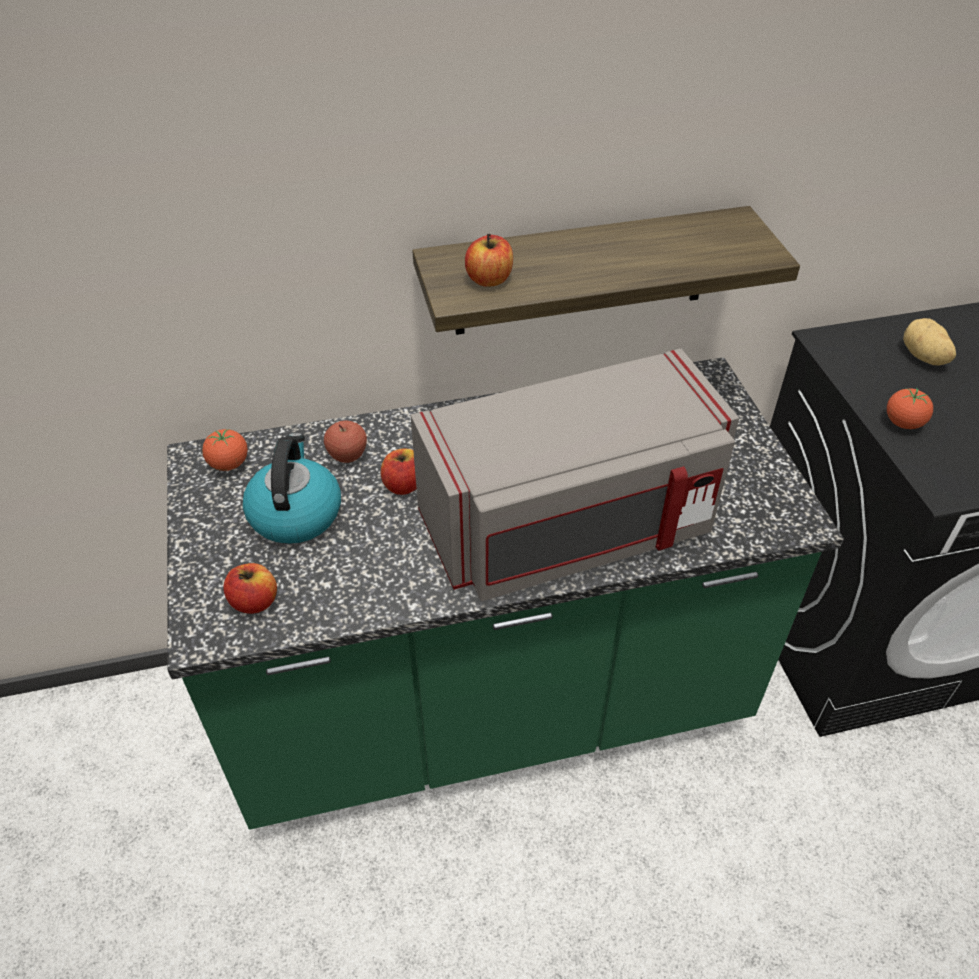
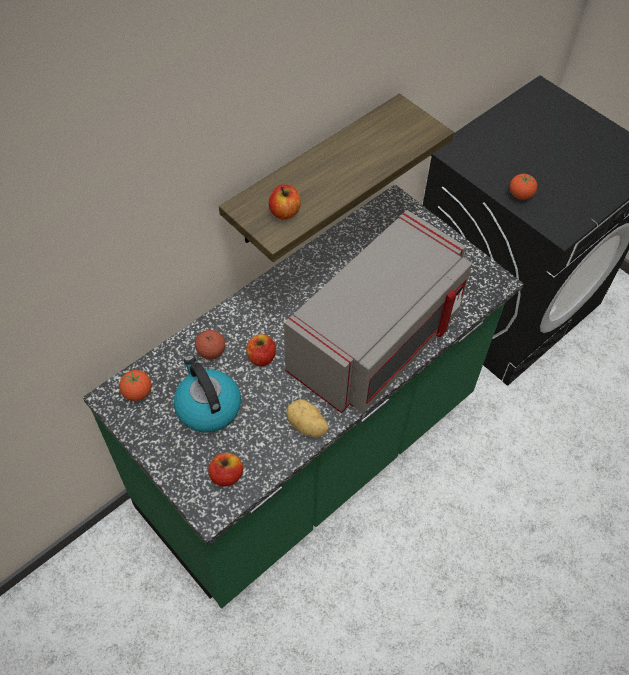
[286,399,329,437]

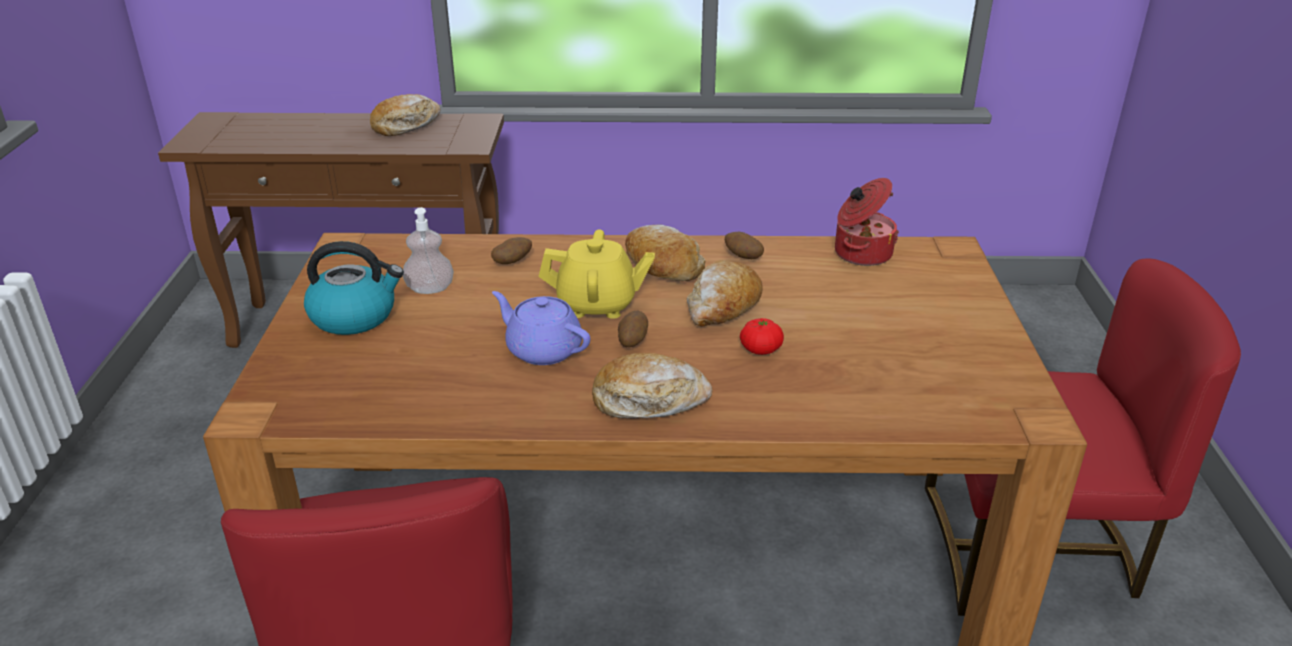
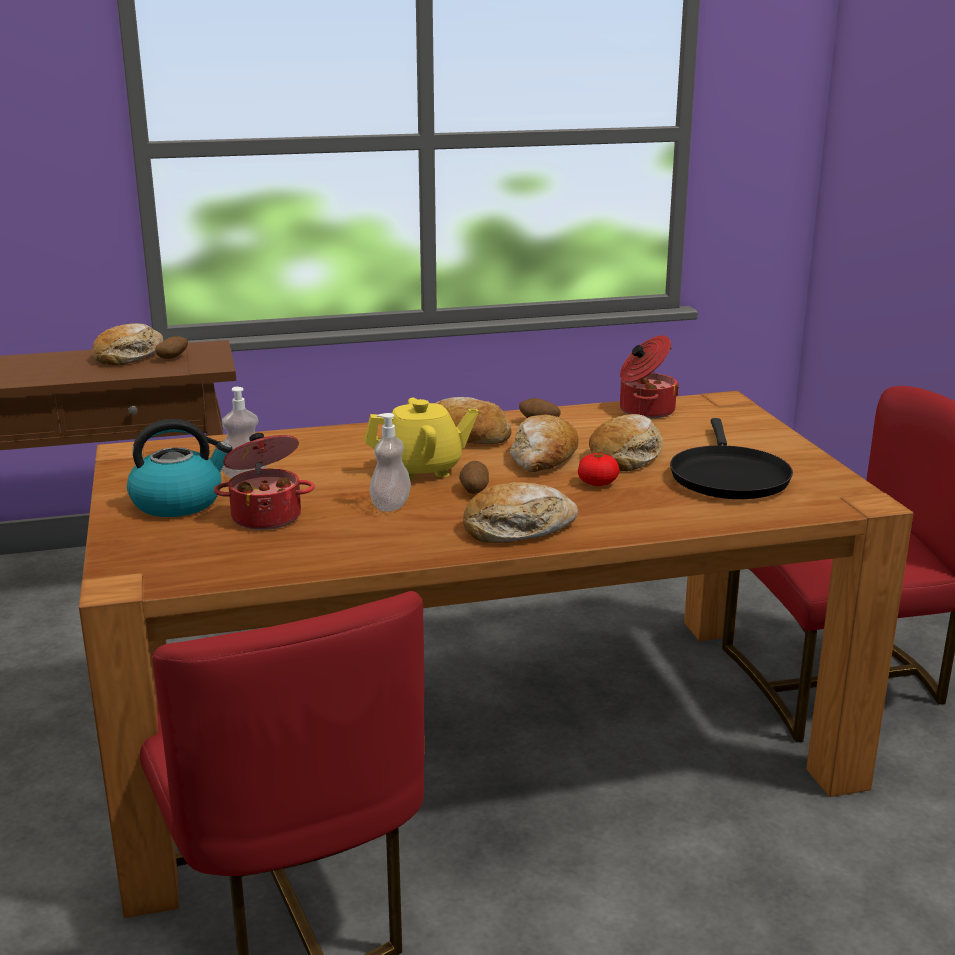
[155,336,188,359]
[369,413,411,511]
[589,414,663,471]
[670,418,793,499]
[214,433,315,530]

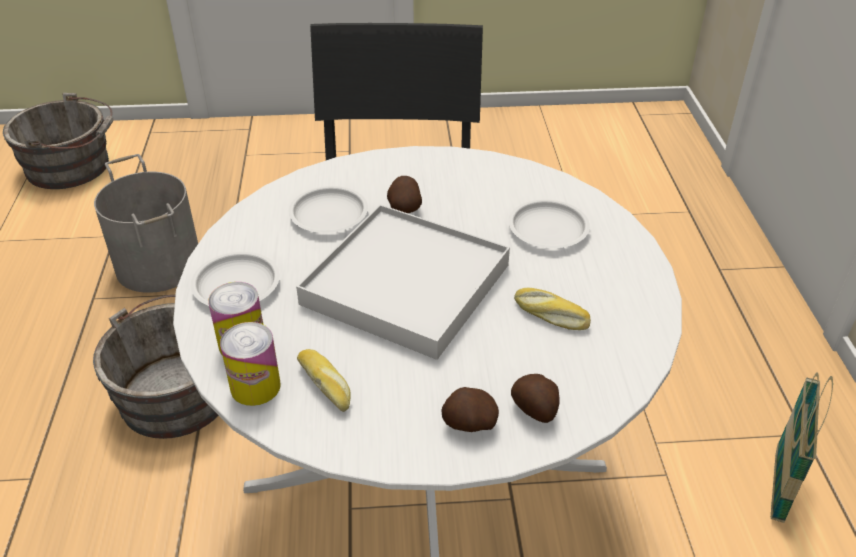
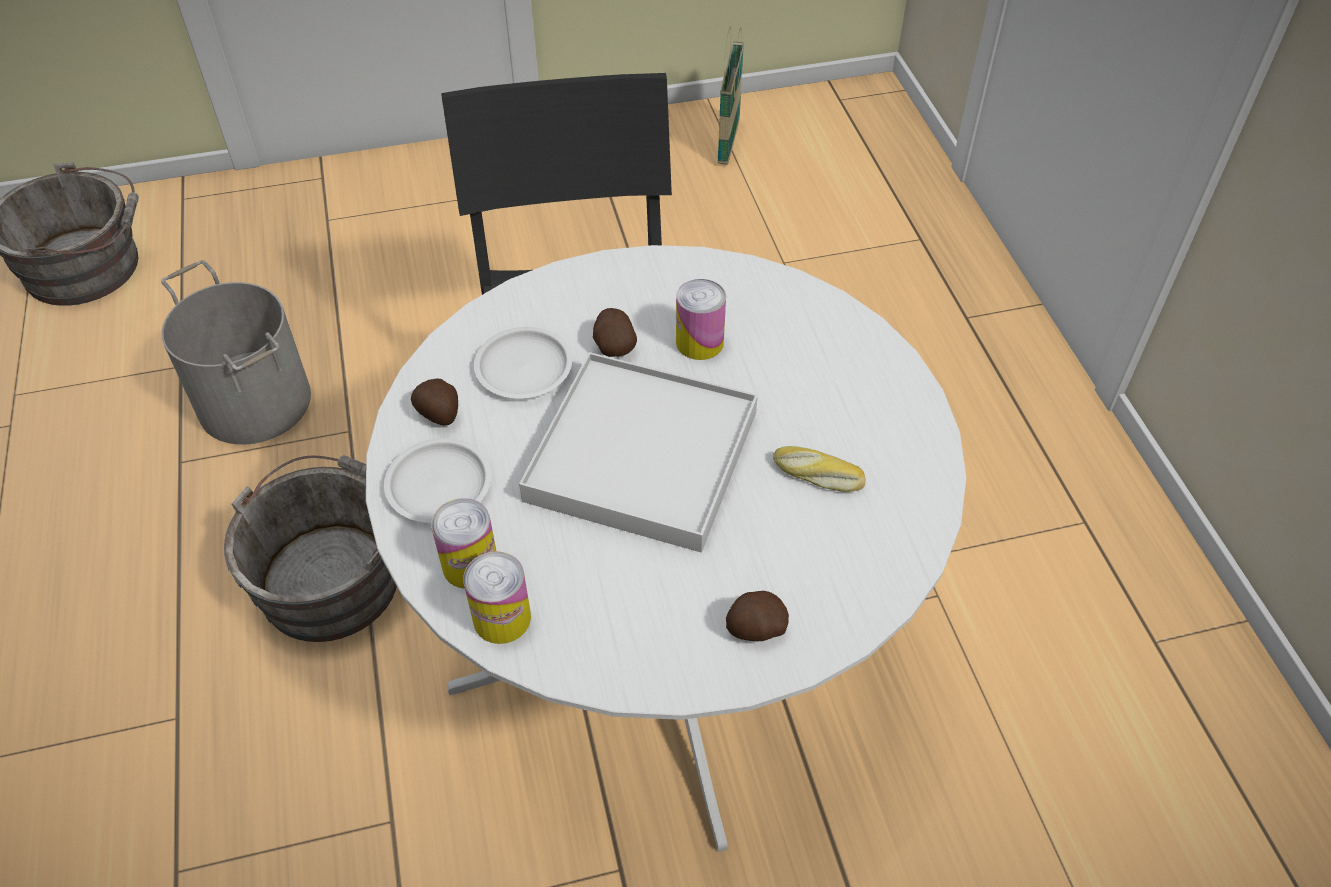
[508,200,590,248] (first image)
[297,349,351,412] (first image)
[717,26,744,165]
[411,379,458,425]
[676,279,726,360]

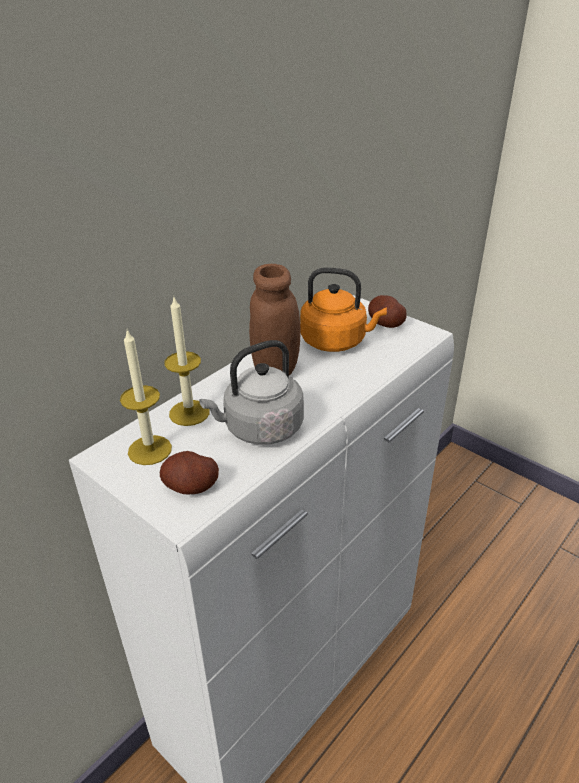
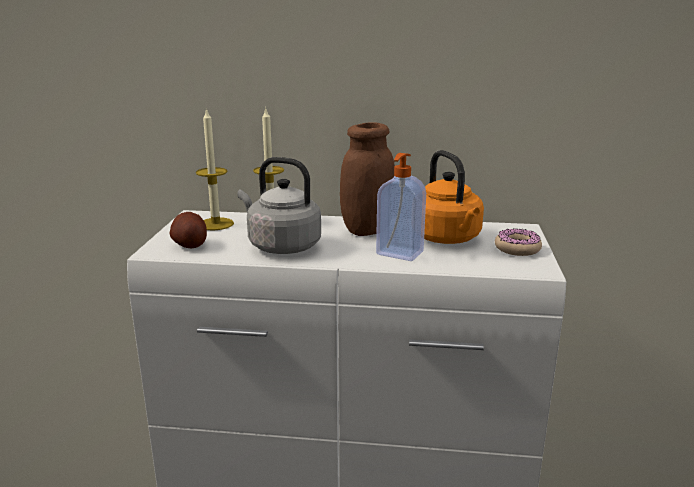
[495,228,542,256]
[376,153,426,261]

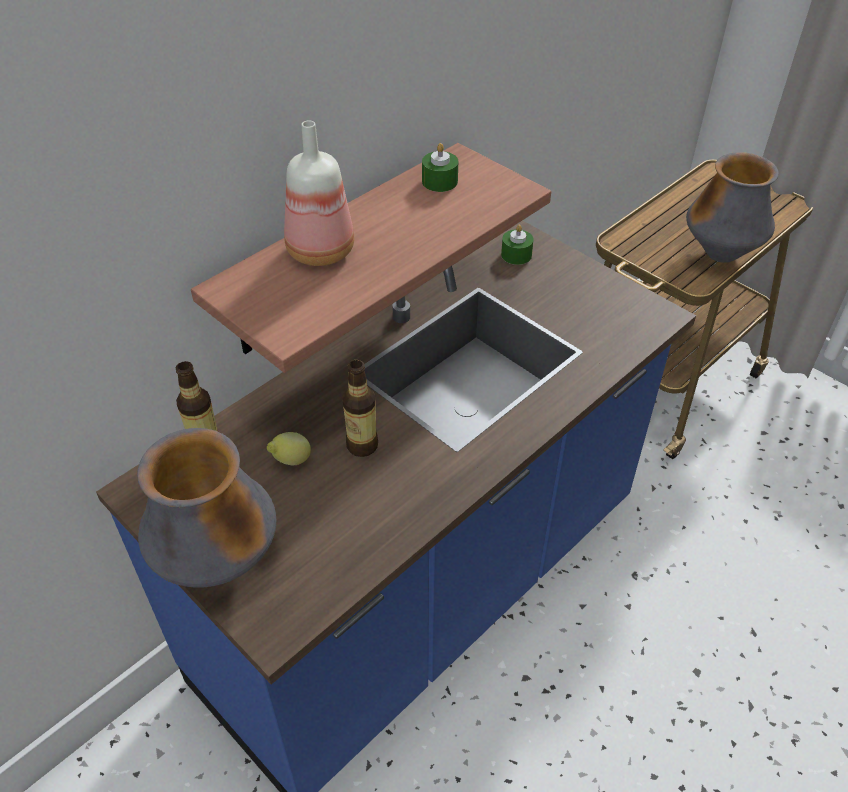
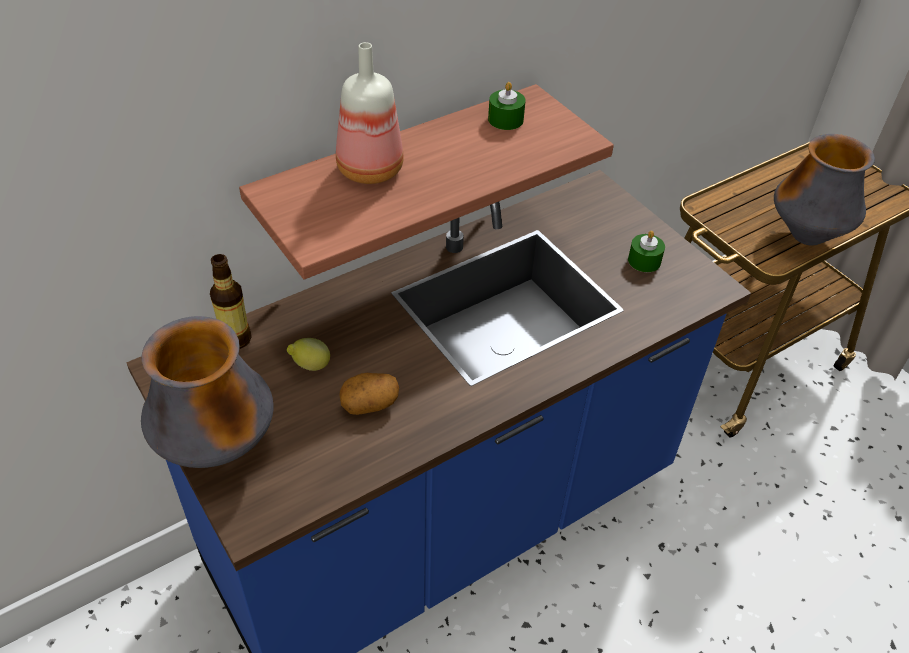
[628,231,665,272]
[342,360,378,457] (first image)
[339,373,399,415]

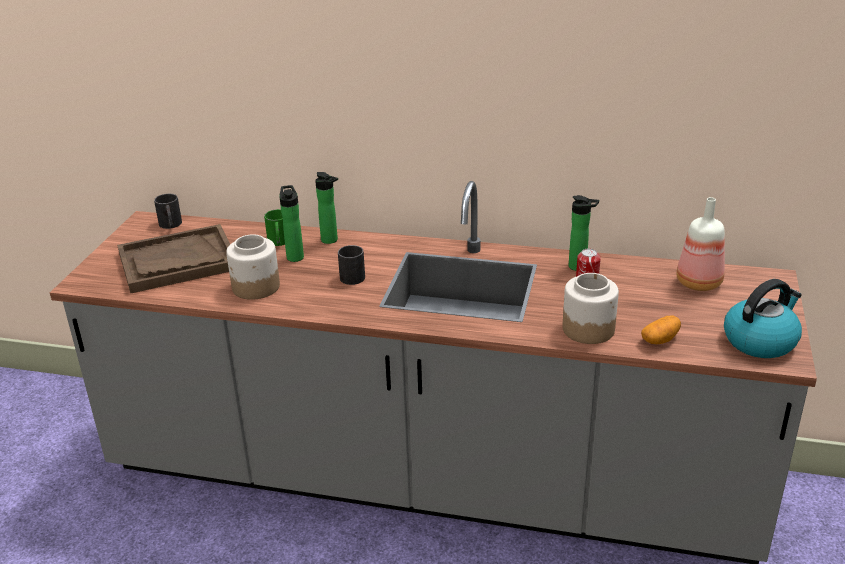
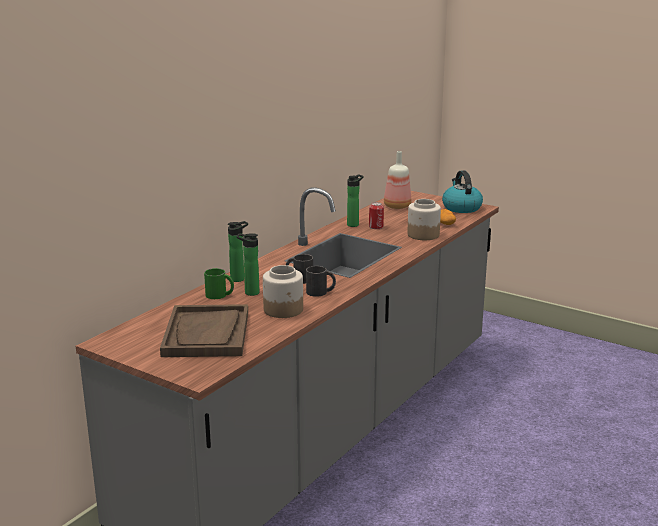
[306,266,336,297]

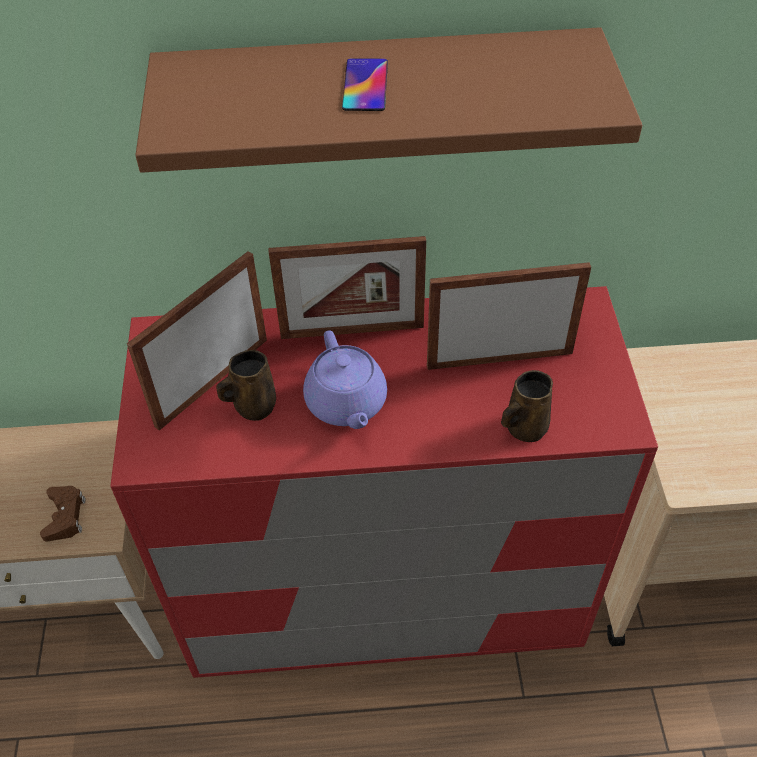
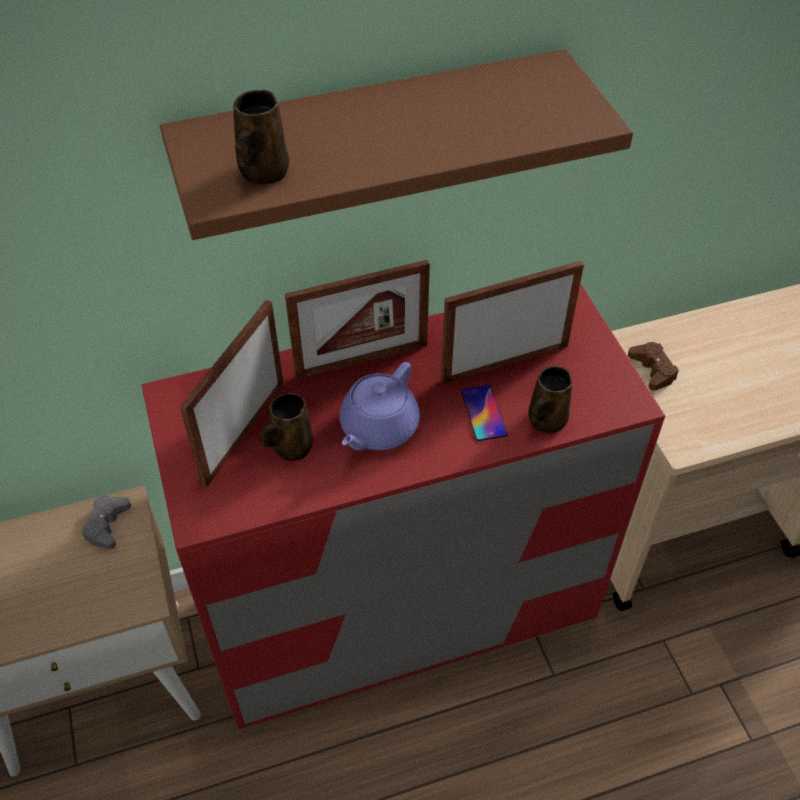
[461,385,508,441]
[340,362,420,451]
[628,342,679,390]
[233,90,289,184]
[81,496,131,549]

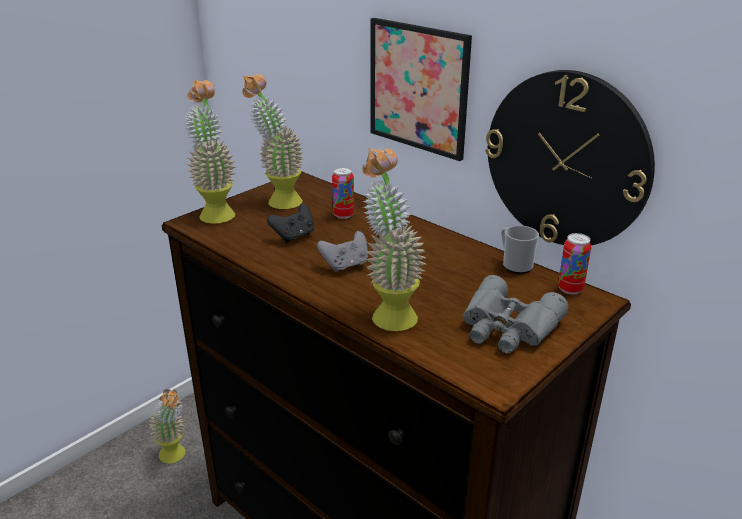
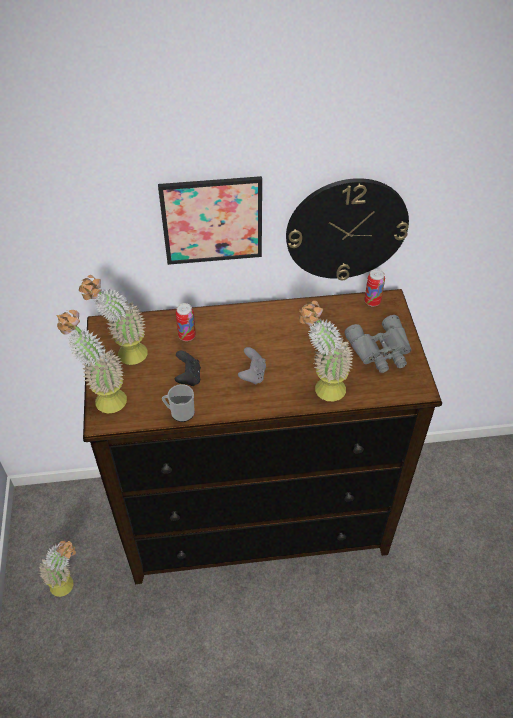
[162,384,195,422]

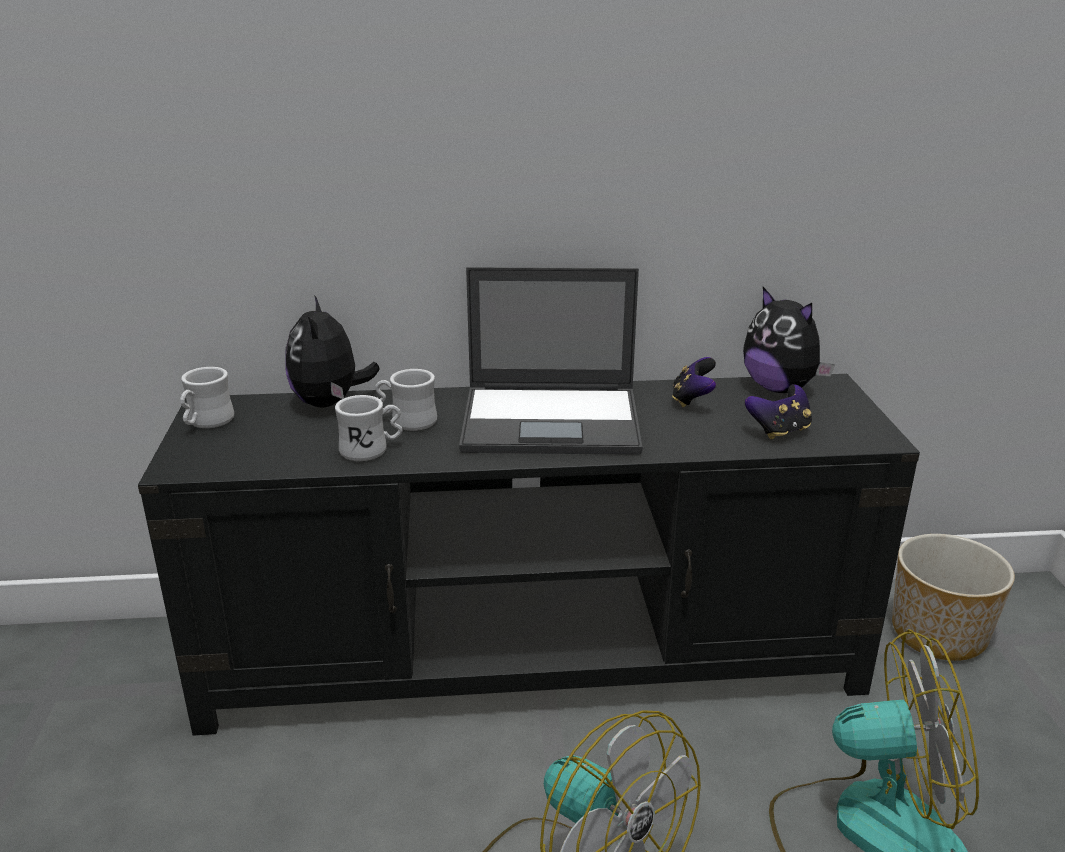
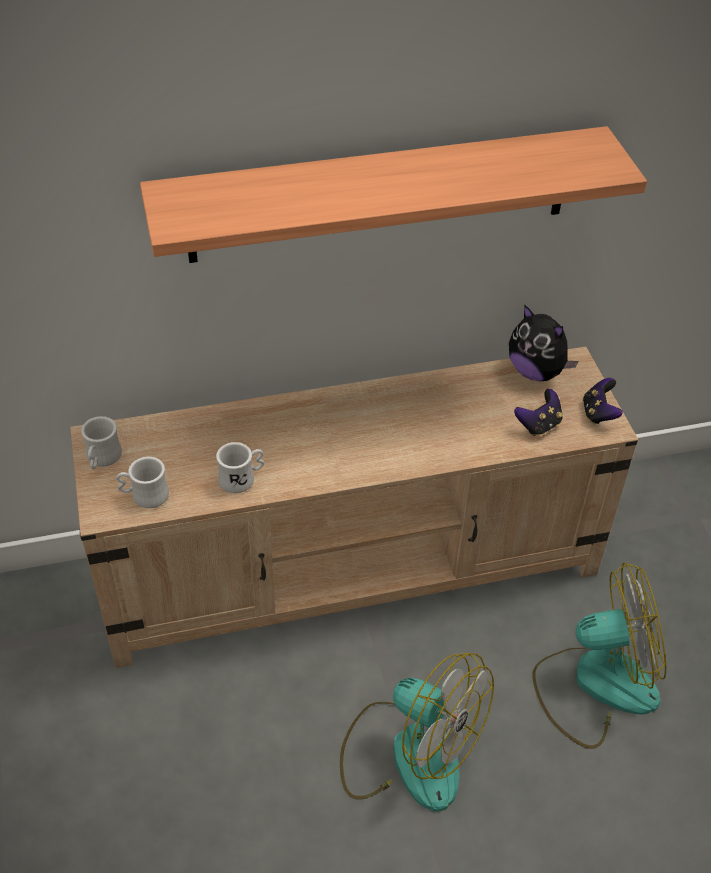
[459,267,642,455] (first image)
[285,295,380,408] (first image)
[583,378,623,425]
[116,457,169,508]
[70,347,638,668]
[892,534,1015,661] (first image)
[140,126,647,263]

